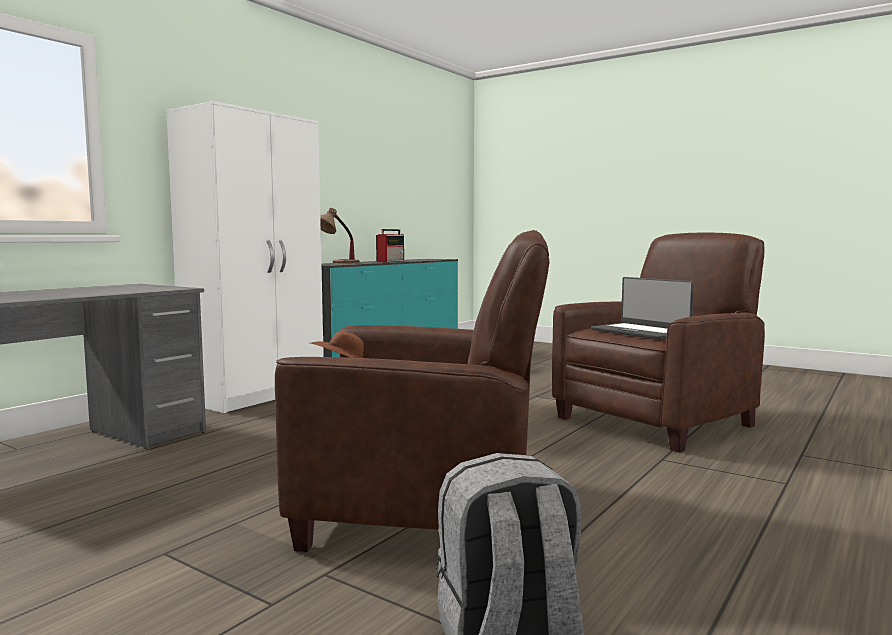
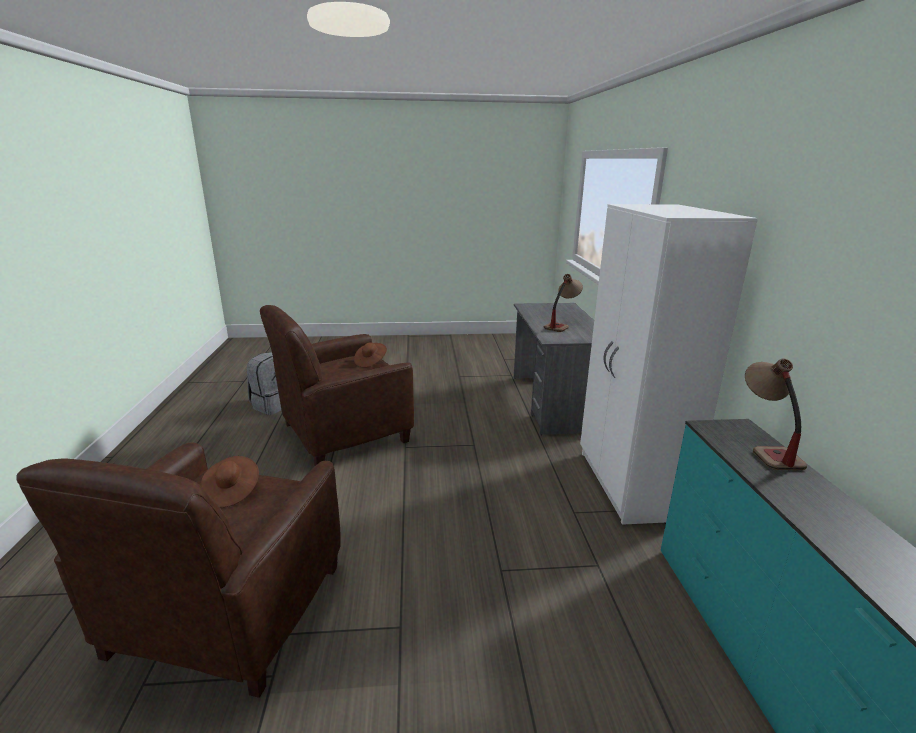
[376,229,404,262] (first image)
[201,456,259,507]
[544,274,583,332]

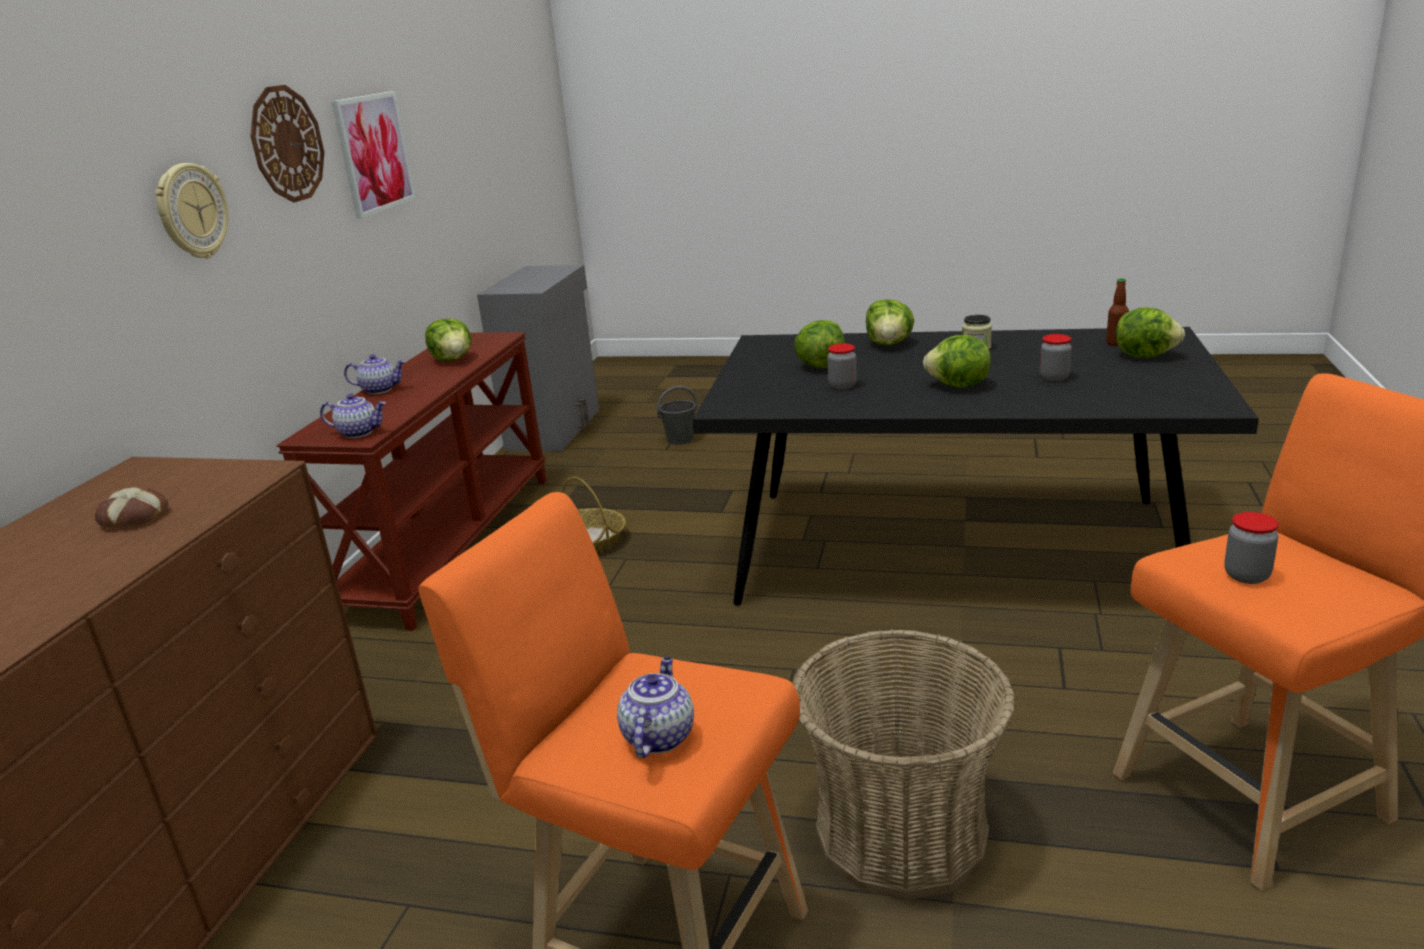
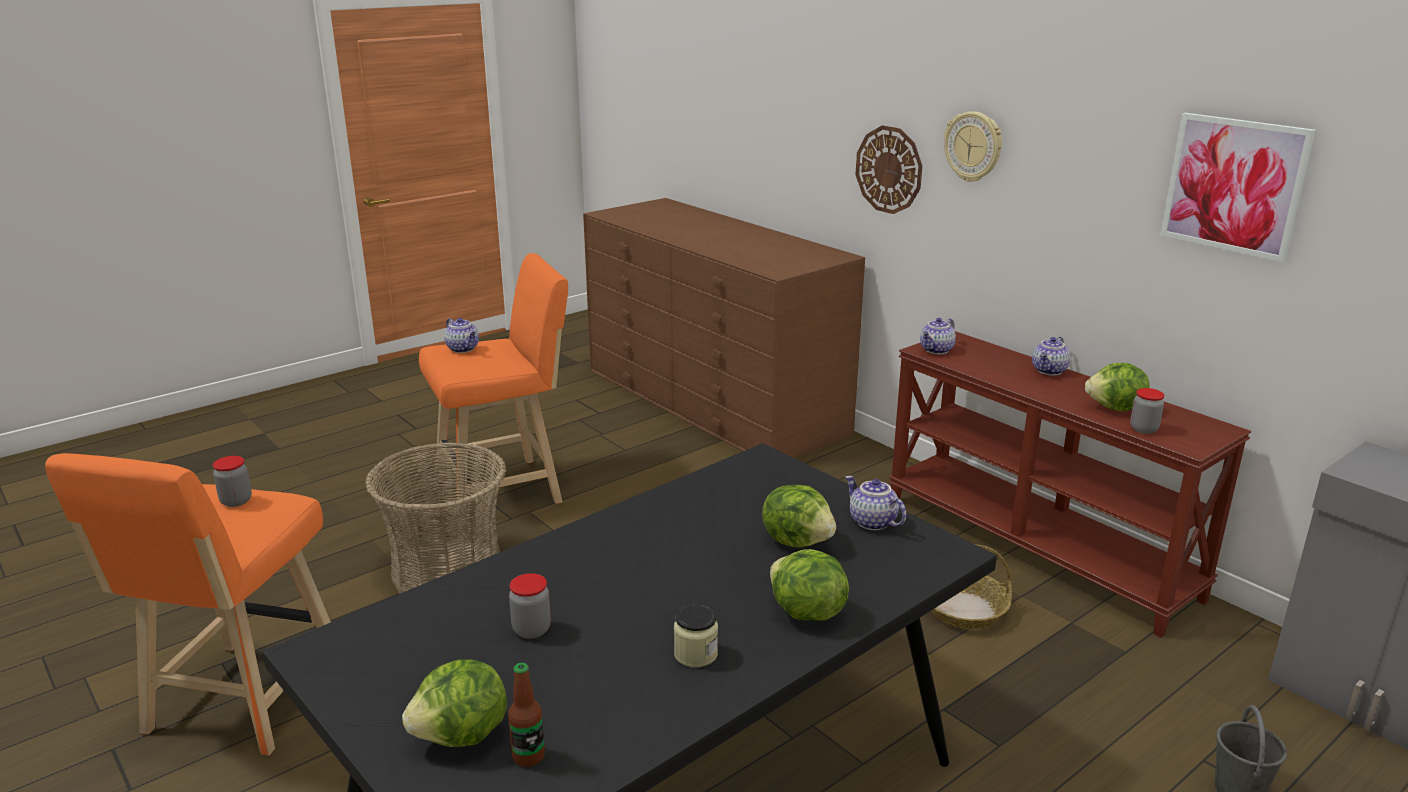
[856,125,922,214]
[923,335,991,388] (first image)
[1130,388,1165,434]
[95,487,168,528] (first image)
[845,475,907,530]

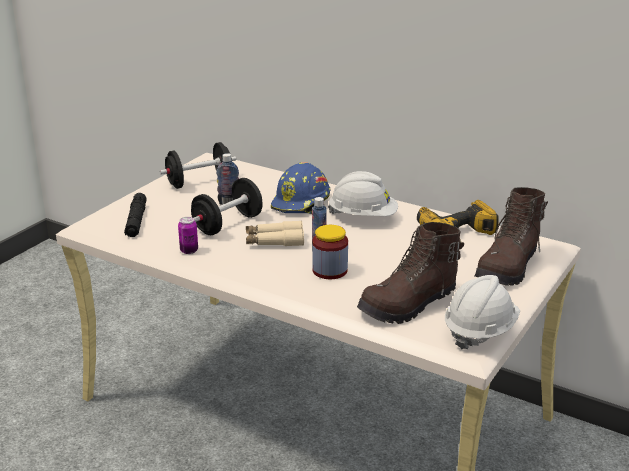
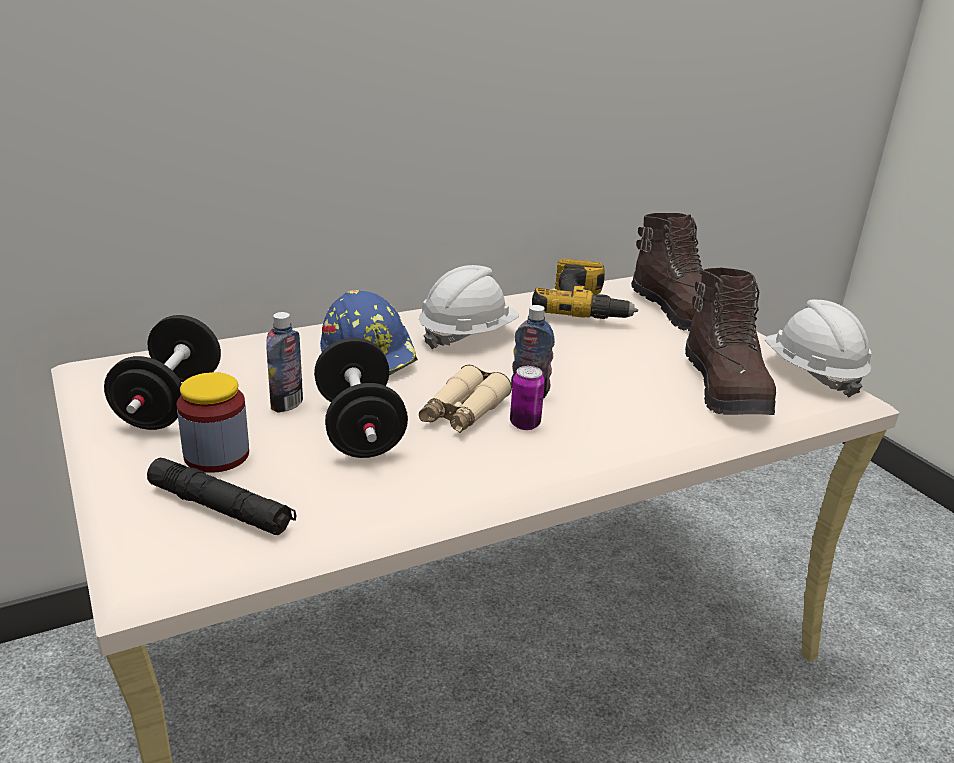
[510,366,545,430]
[177,372,249,473]

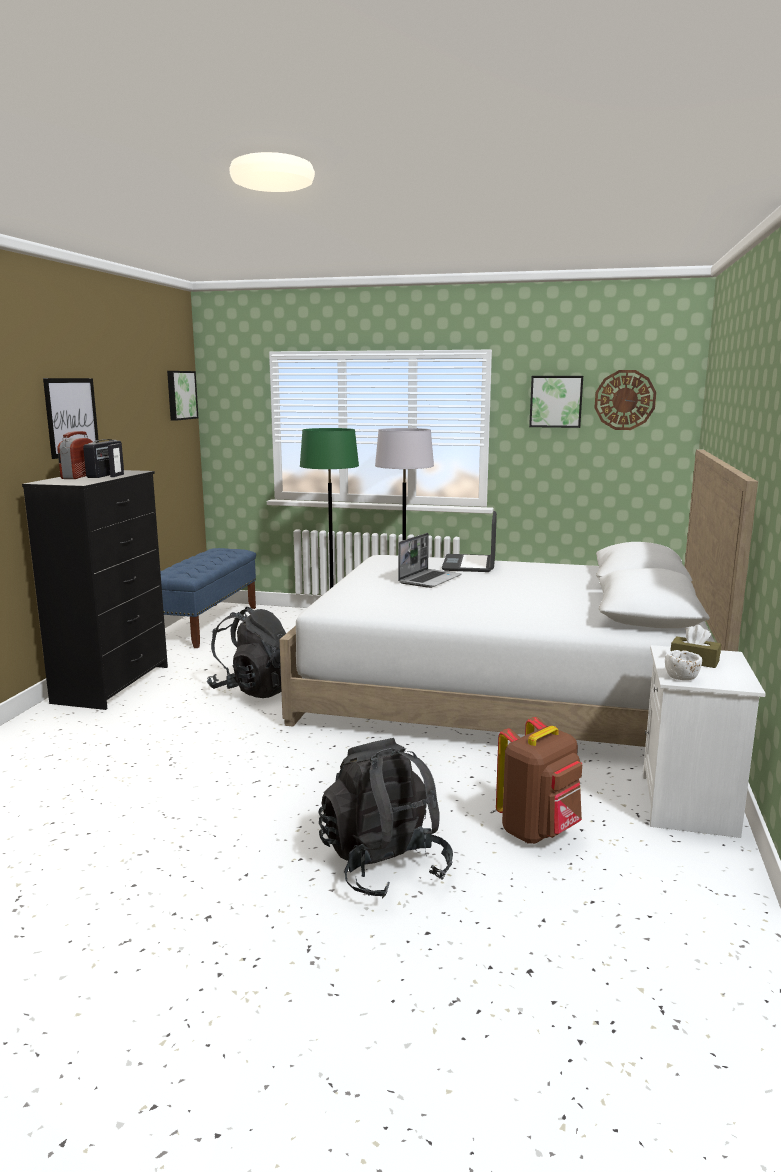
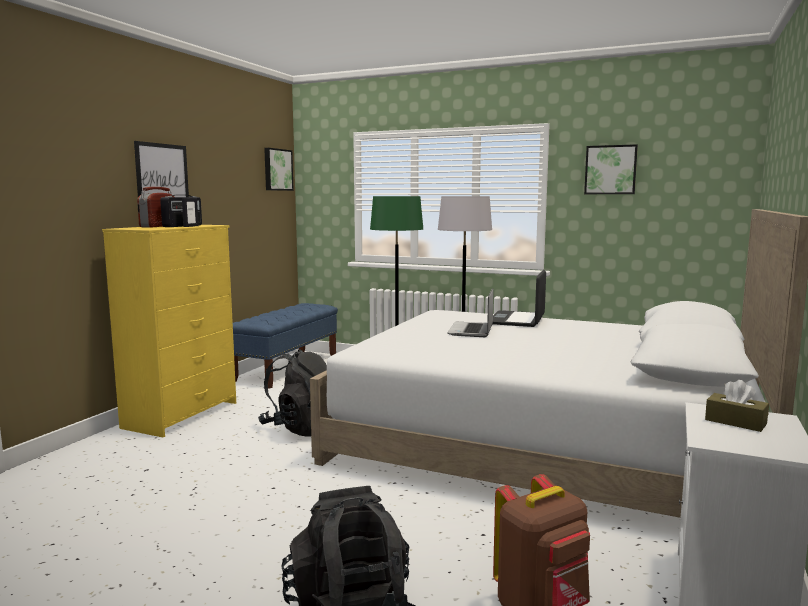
[594,370,656,430] (first image)
[102,225,236,438]
[447,288,494,337]
[665,650,702,680] (first image)

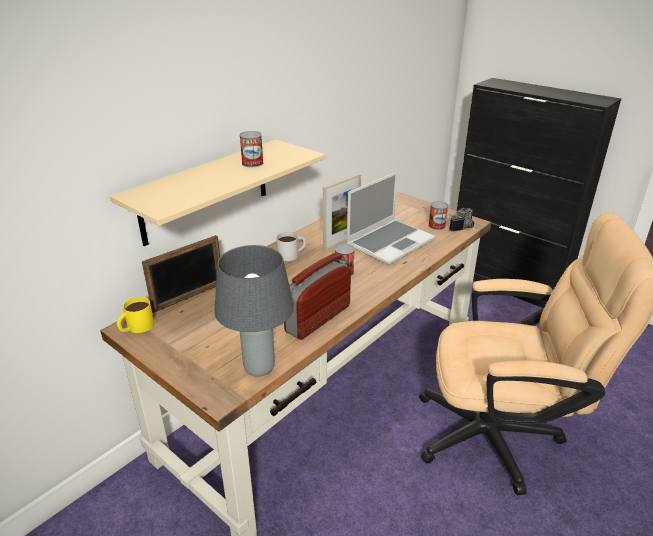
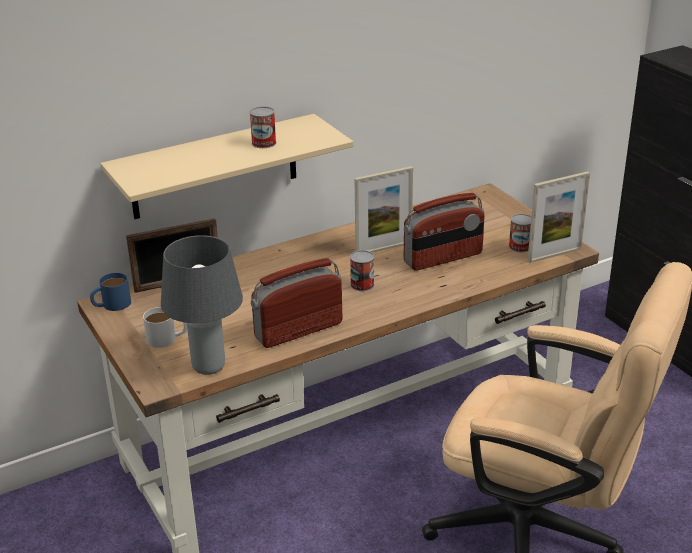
[404,193,484,271]
[528,171,590,263]
[143,307,187,348]
[90,273,131,311]

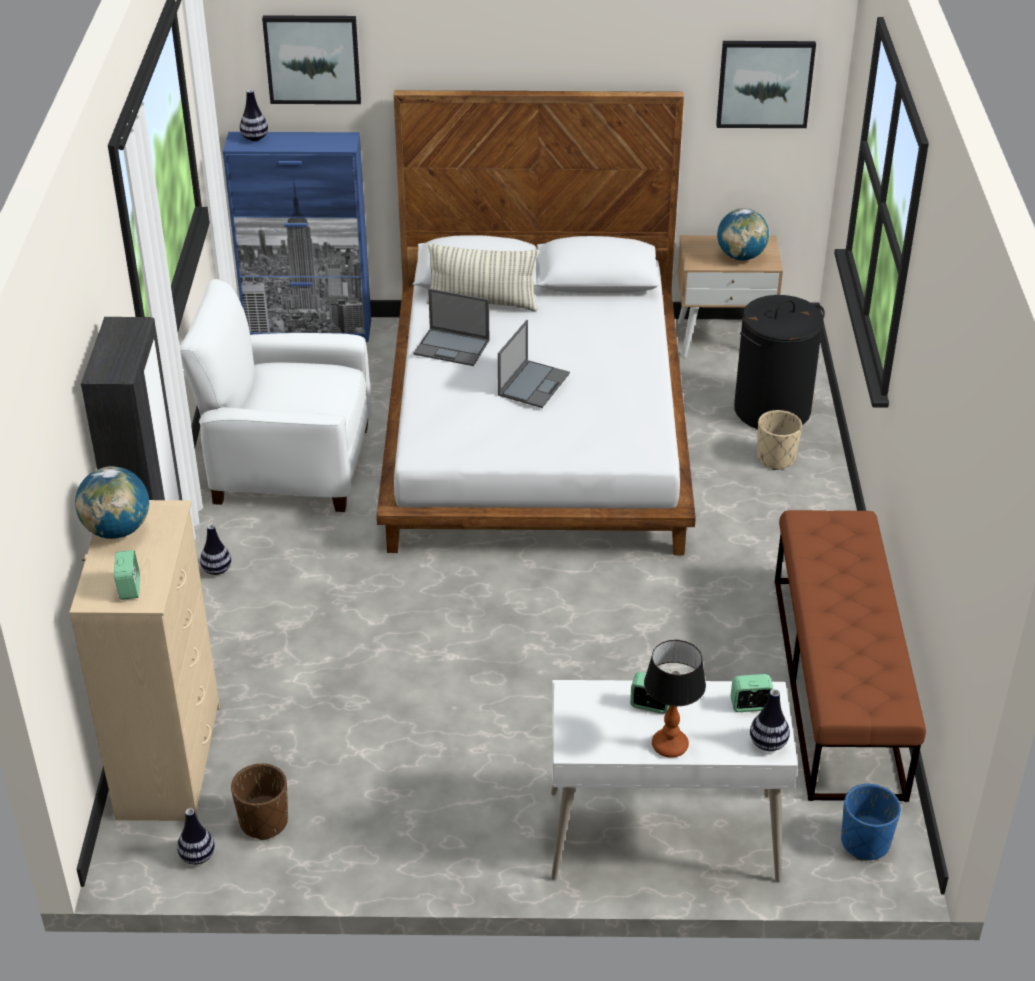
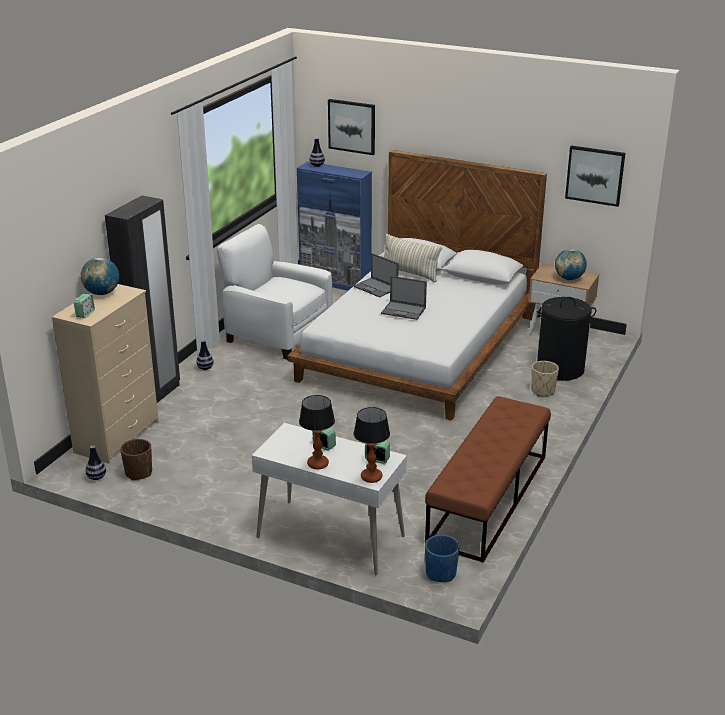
[381,276,427,320]
[354,407,390,483]

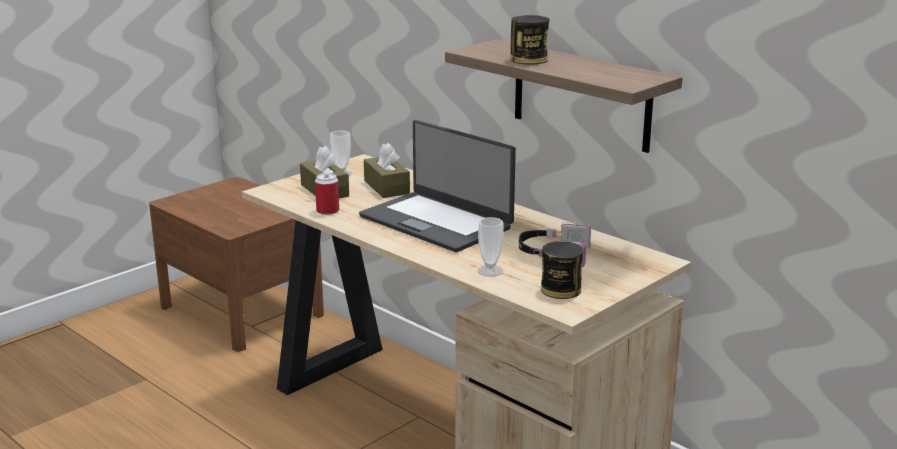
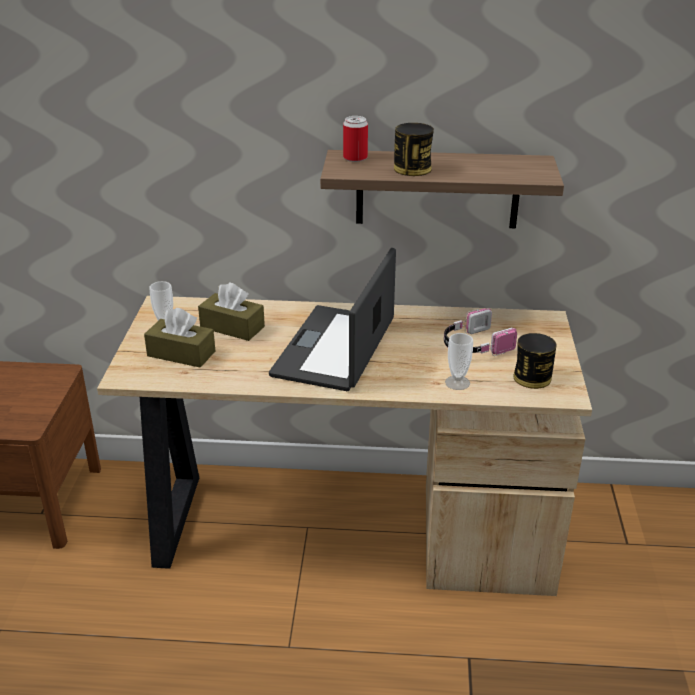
[269,248,396,391]
[343,116,368,162]

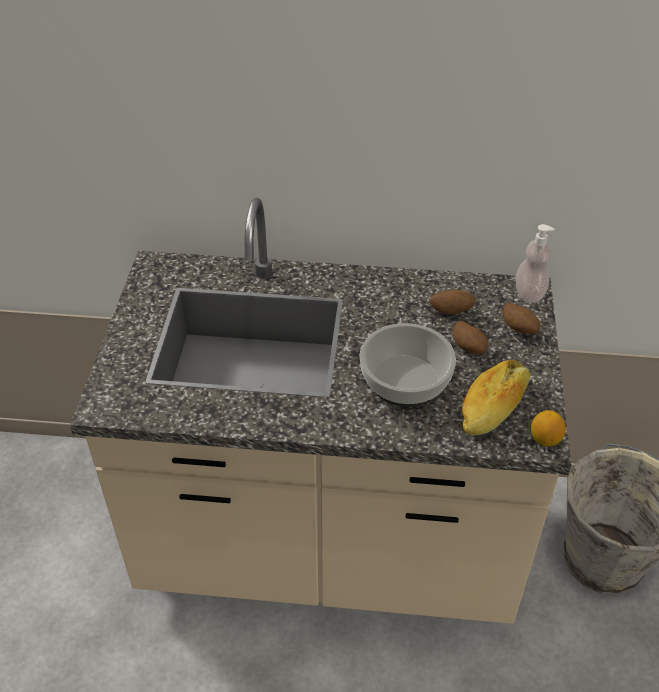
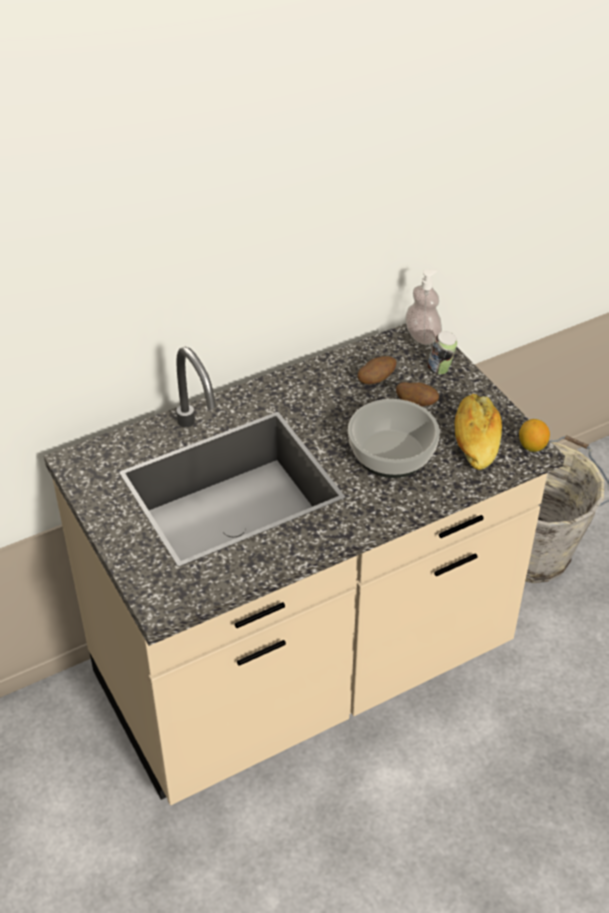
[427,331,457,374]

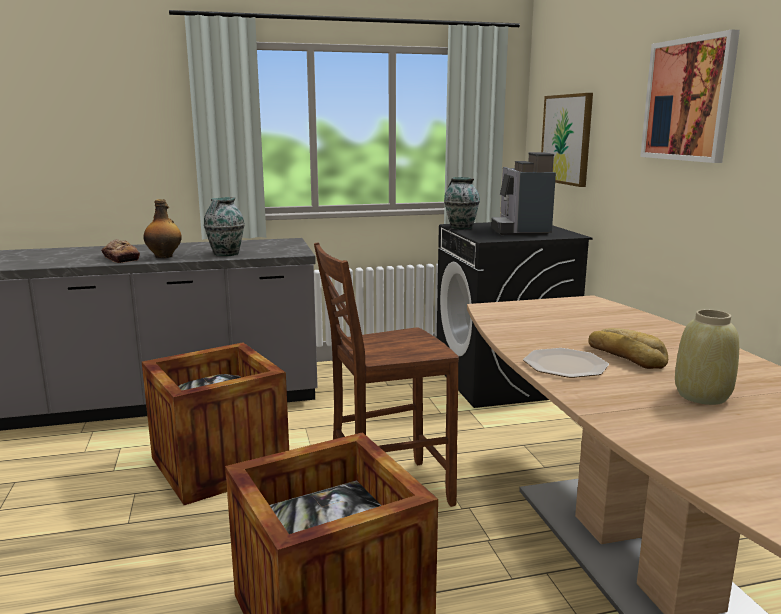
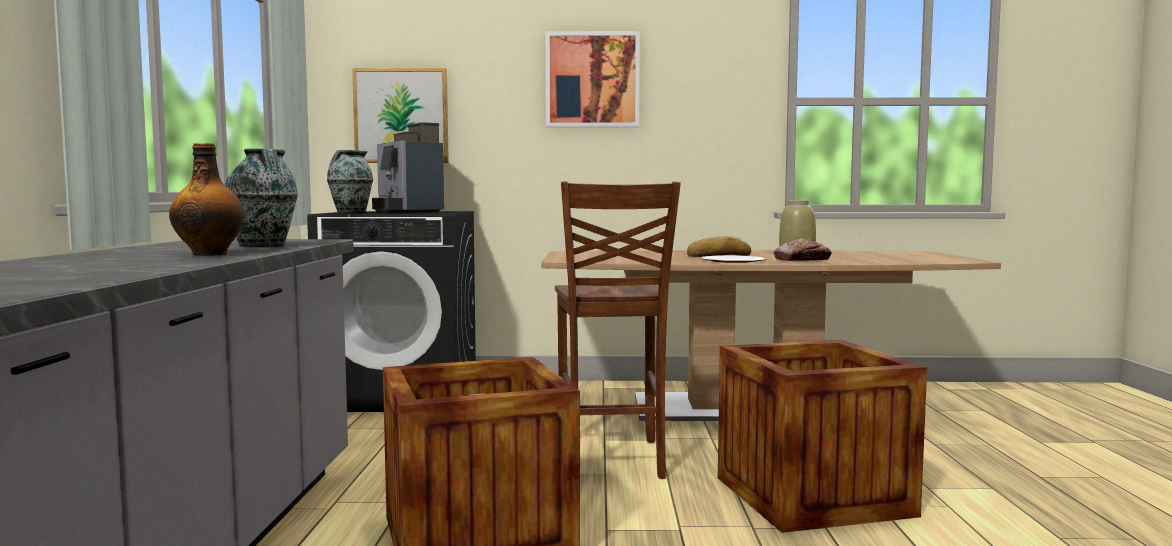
[372,122,444,213]
[774,238,832,261]

